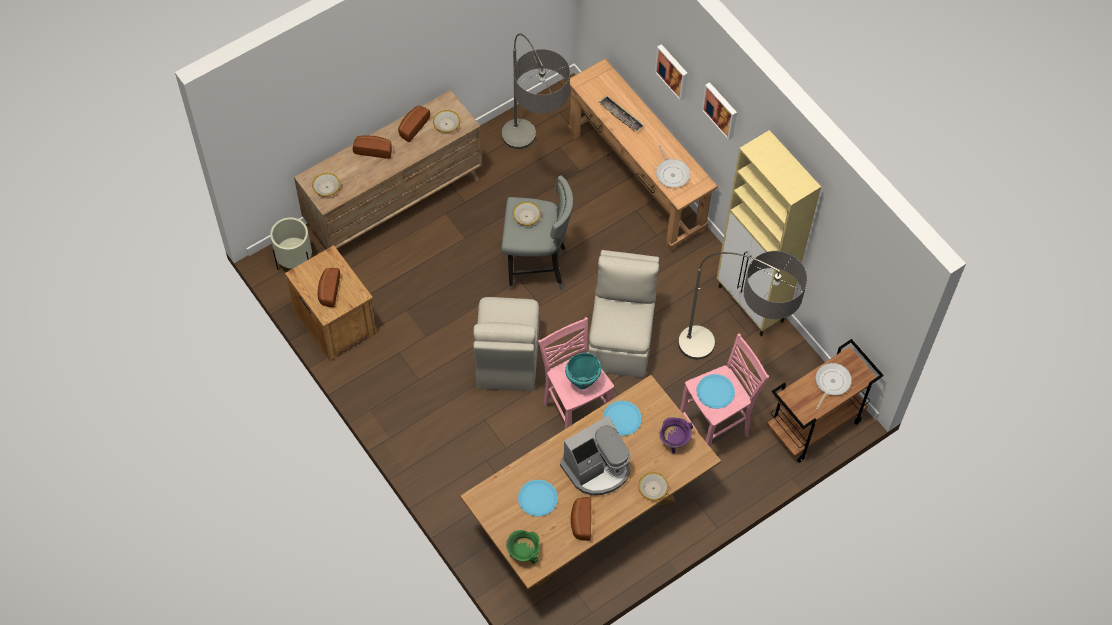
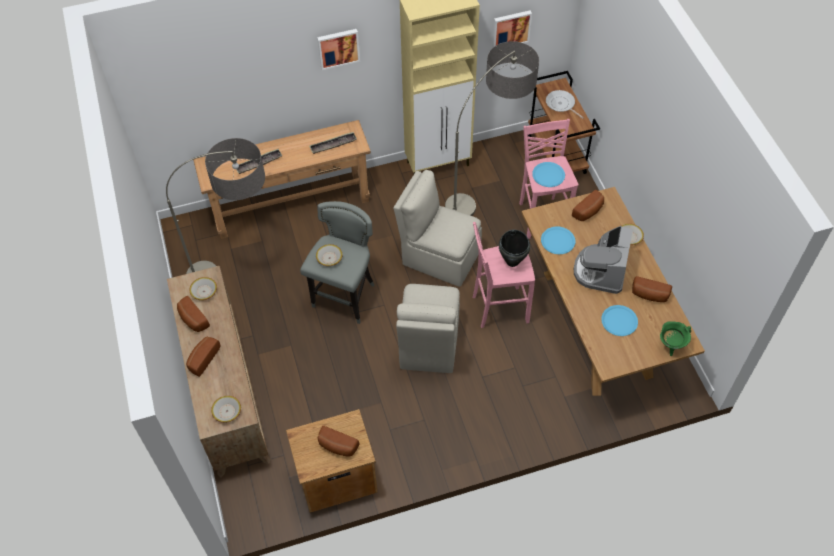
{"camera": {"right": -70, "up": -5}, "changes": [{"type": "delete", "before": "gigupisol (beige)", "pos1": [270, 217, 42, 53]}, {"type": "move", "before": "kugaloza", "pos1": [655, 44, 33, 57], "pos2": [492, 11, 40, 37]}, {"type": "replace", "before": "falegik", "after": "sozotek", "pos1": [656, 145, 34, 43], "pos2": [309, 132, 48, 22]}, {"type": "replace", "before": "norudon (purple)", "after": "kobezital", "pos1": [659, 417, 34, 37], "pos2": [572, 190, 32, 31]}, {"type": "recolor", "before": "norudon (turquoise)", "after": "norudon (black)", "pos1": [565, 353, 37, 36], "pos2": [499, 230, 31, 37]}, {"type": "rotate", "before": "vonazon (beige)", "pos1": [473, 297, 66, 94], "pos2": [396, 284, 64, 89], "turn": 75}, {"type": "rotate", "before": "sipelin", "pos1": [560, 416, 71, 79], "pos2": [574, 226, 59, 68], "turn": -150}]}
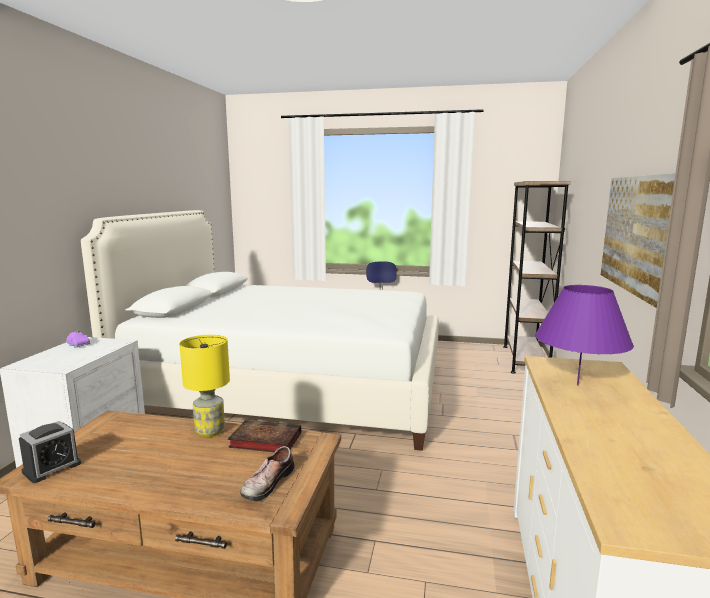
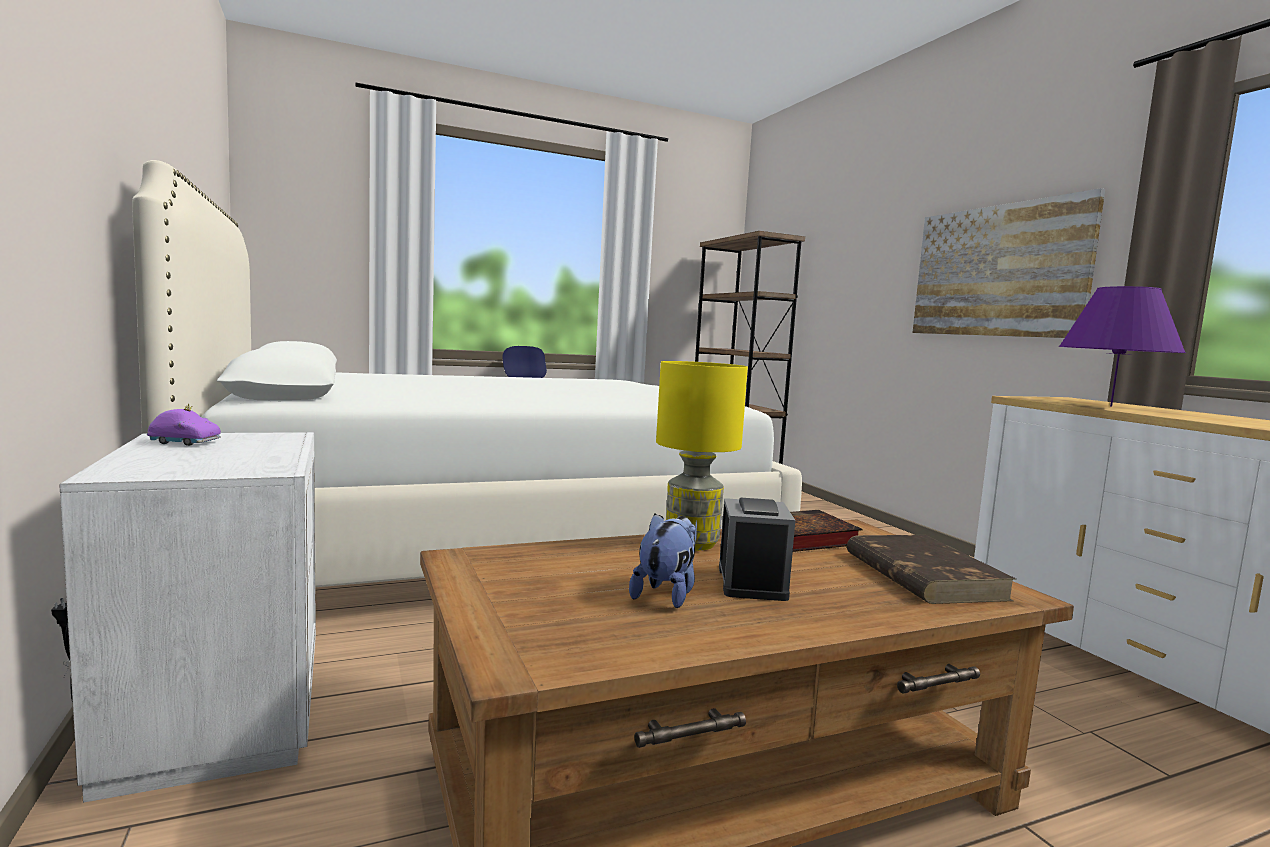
{"camera": {"right": -35, "up": -5}, "changes": [{"type": "insert", "after": "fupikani", "pos2": [629, 513, 68, 95]}, {"type": "move", "before": "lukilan", "pos1": [19, 421, 62, 62], "pos2": [719, 498, 76, 103]}, {"type": "replace", "before": "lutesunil", "after": "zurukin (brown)", "pos1": [240, 446, 55, 55], "pos2": [847, 535, 169, 69]}]}
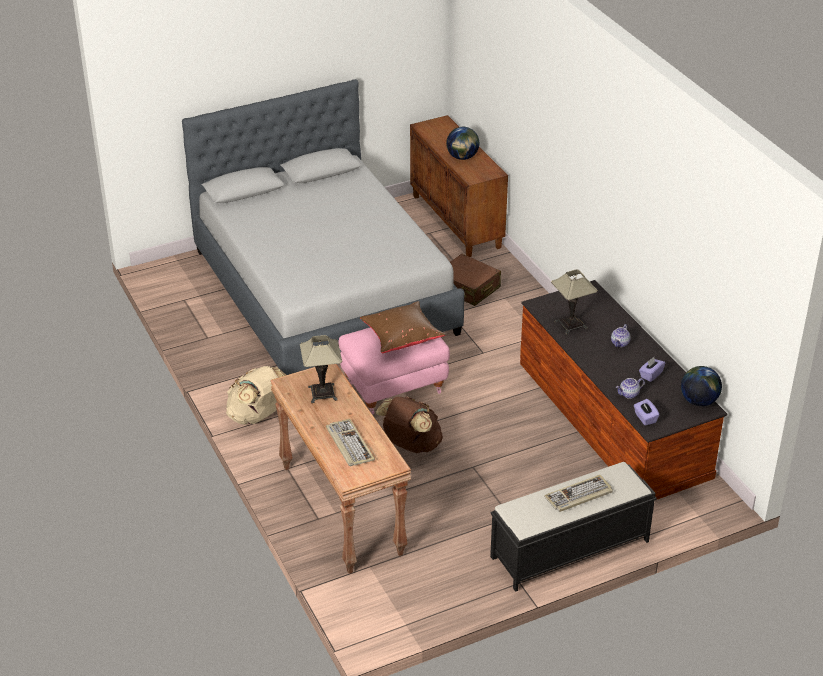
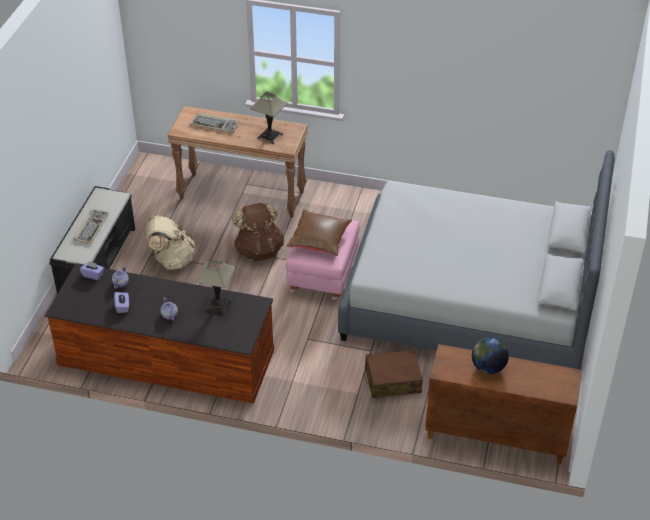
{"camera": {"right": 130, "up": 5}, "changes": [{"type": "delete", "before": "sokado", "pos1": [681, 366, 41, 40]}, {"type": "move", "before": "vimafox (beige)", "pos1": [226, 366, 60, 59], "pos2": [146, 215, 49, 55]}]}
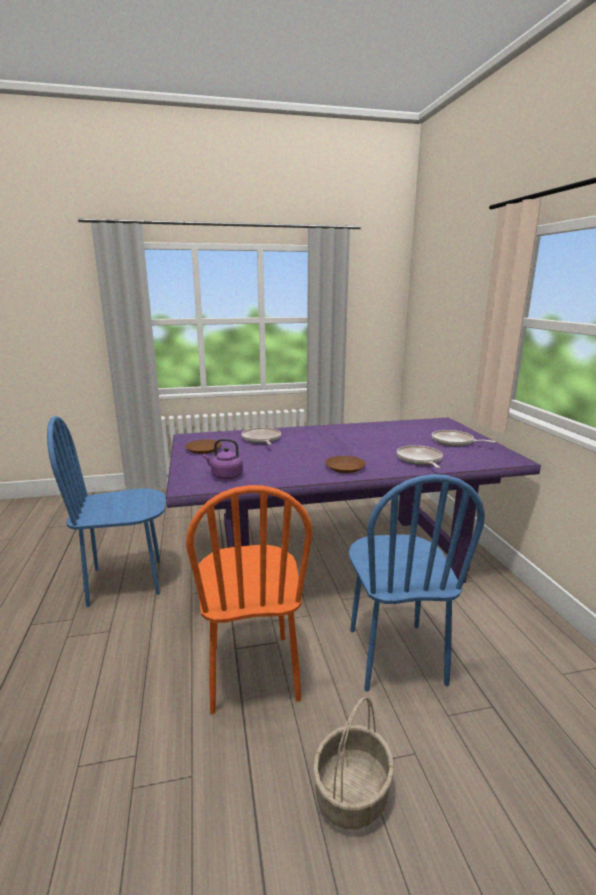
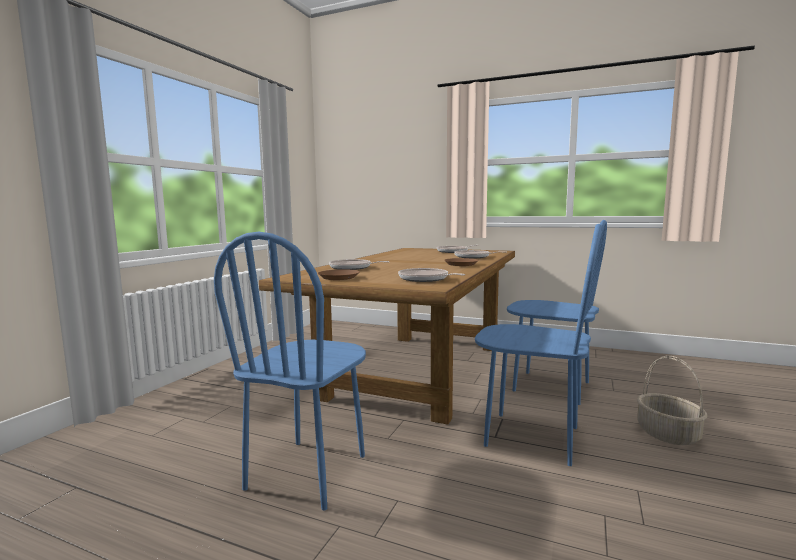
{"camera": {"right": -55, "up": -10}, "changes": [{"type": "replace", "before": "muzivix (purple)", "after": "falegik", "pos1": [203, 439, 40, 41], "pos2": [398, 268, 68, 14]}, {"type": "recolor", "before": "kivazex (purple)", "after": "kivazex (brown)", "pos1": [166, 418, 375, 165], "pos2": [259, 248, 256, 177]}, {"type": "recolor", "before": "vonazon (orange)", "after": "vonazon (blue)", "pos1": [186, 485, 127, 229], "pos2": [475, 224, 127, 242]}]}
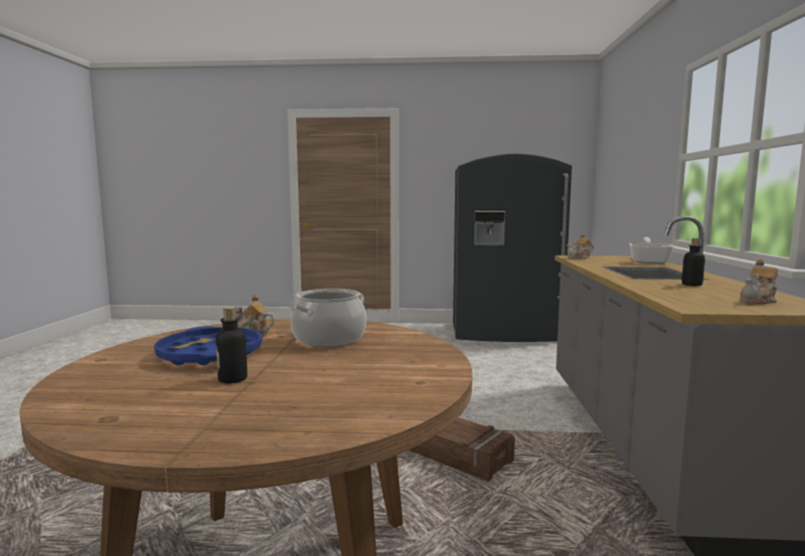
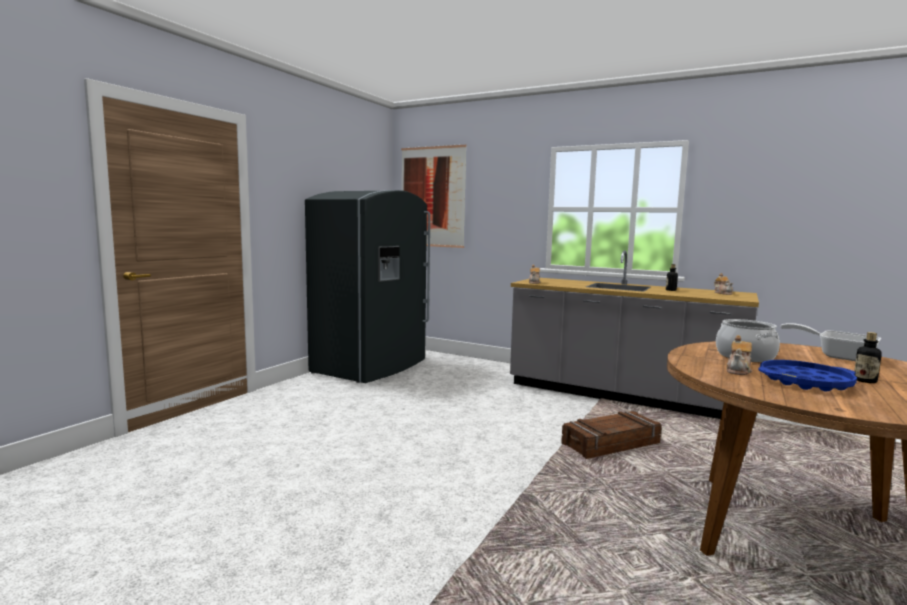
{"camera": {"right": -65, "up": 0}, "changes": [{"type": "insert", "after": "kugaloza", "pos2": [401, 145, 66, 103]}, {"type": "move", "before": "falegik", "pos1": [629, 237, 45, 27], "pos2": [780, 323, 101, 38]}]}
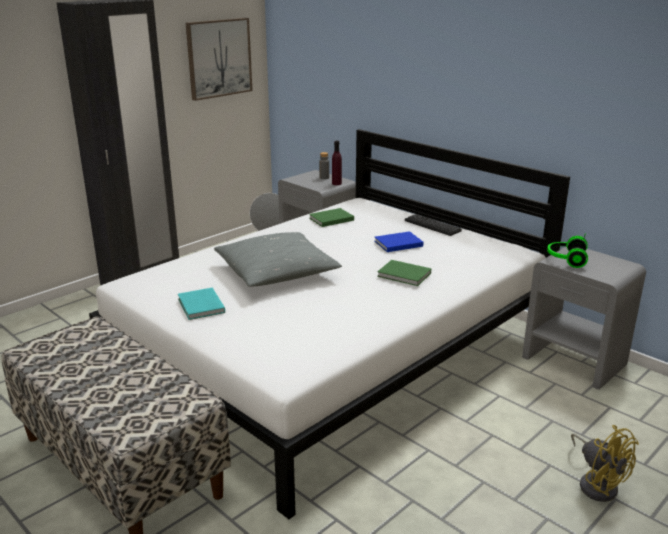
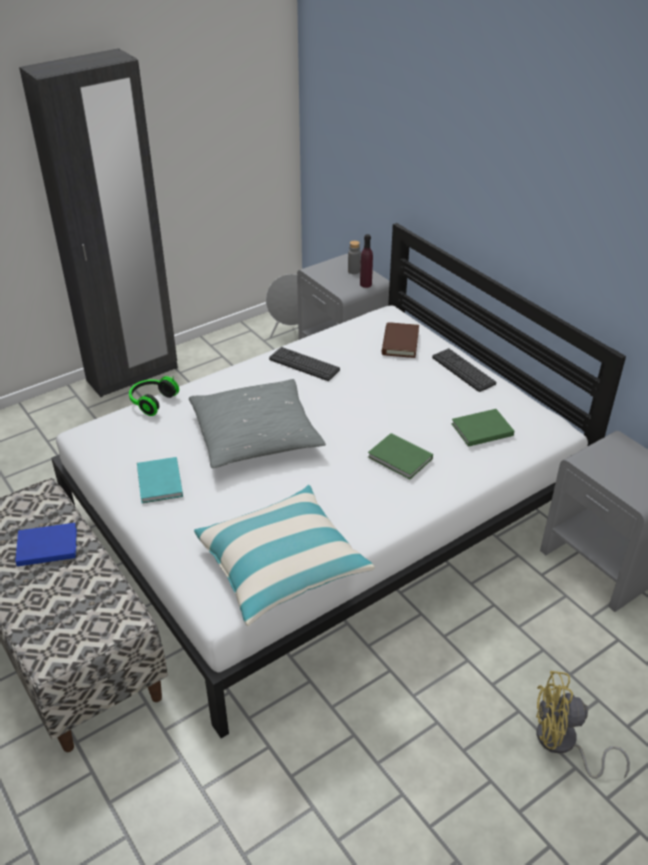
{"camera": {"right": 10, "up": 15}, "changes": [{"type": "delete", "before": "kugaloza", "pos1": [186, 18, 66, 83]}, {"type": "insert", "after": "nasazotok", "pos2": [194, 485, 181, 141]}, {"type": "insert", "after": "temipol", "pos2": [269, 347, 71, 34]}, {"type": "insert", "after": "zurukin (brown)", "pos2": [382, 322, 37, 36]}, {"type": "move", "before": "zurukin (green)", "pos1": [309, 208, 45, 19], "pos2": [451, 409, 63, 38]}, {"type": "move", "before": "zurukin (blue)", "pos1": [374, 231, 49, 21], "pos2": [15, 523, 62, 44]}, {"type": "move", "before": "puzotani", "pos1": [547, 234, 41, 34], "pos2": [129, 376, 50, 40]}, {"type": "rotate", "before": "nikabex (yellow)", "pos1": [571, 425, 68, 77], "pos2": [536, 671, 94, 108], "turn": 120}]}
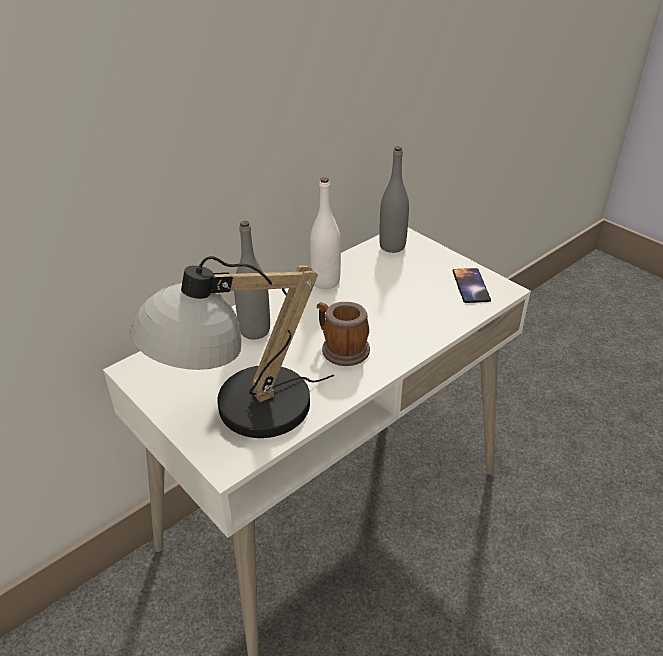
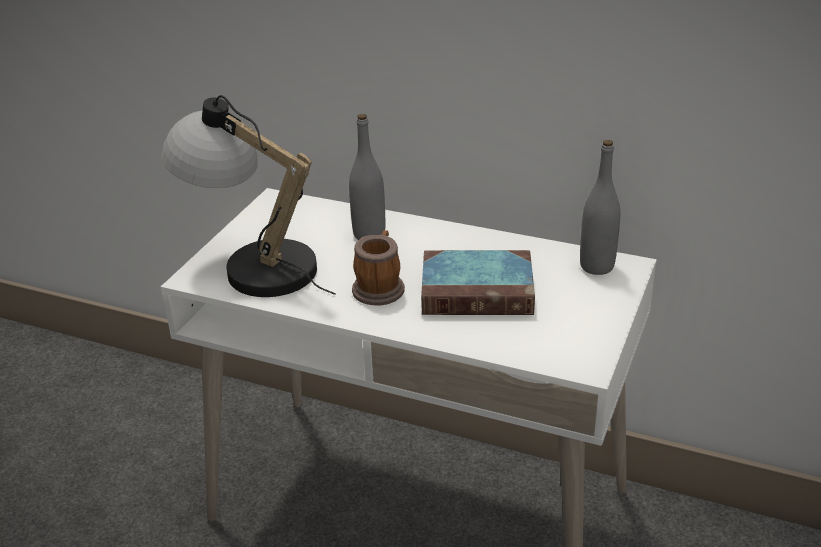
{"camera": {"right": 65, "up": -5}, "changes": [{"type": "delete", "before": "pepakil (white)", "pos1": [310, 177, 31, 112]}, {"type": "delete", "before": "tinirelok", "pos1": [453, 268, 38, 35]}, {"type": "insert", "after": "zurukin", "pos2": [421, 250, 114, 65]}]}
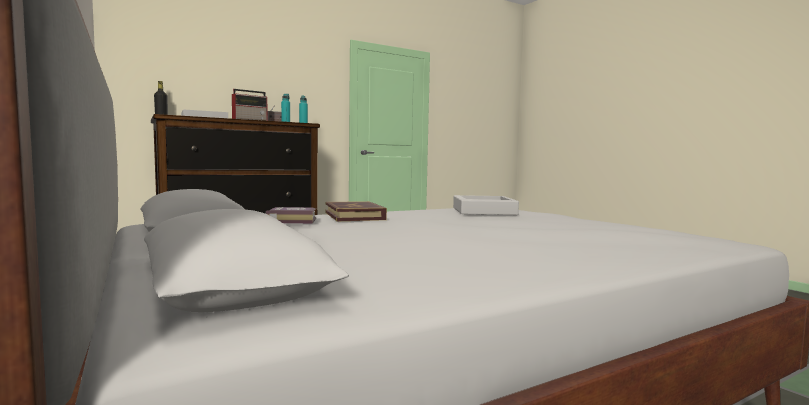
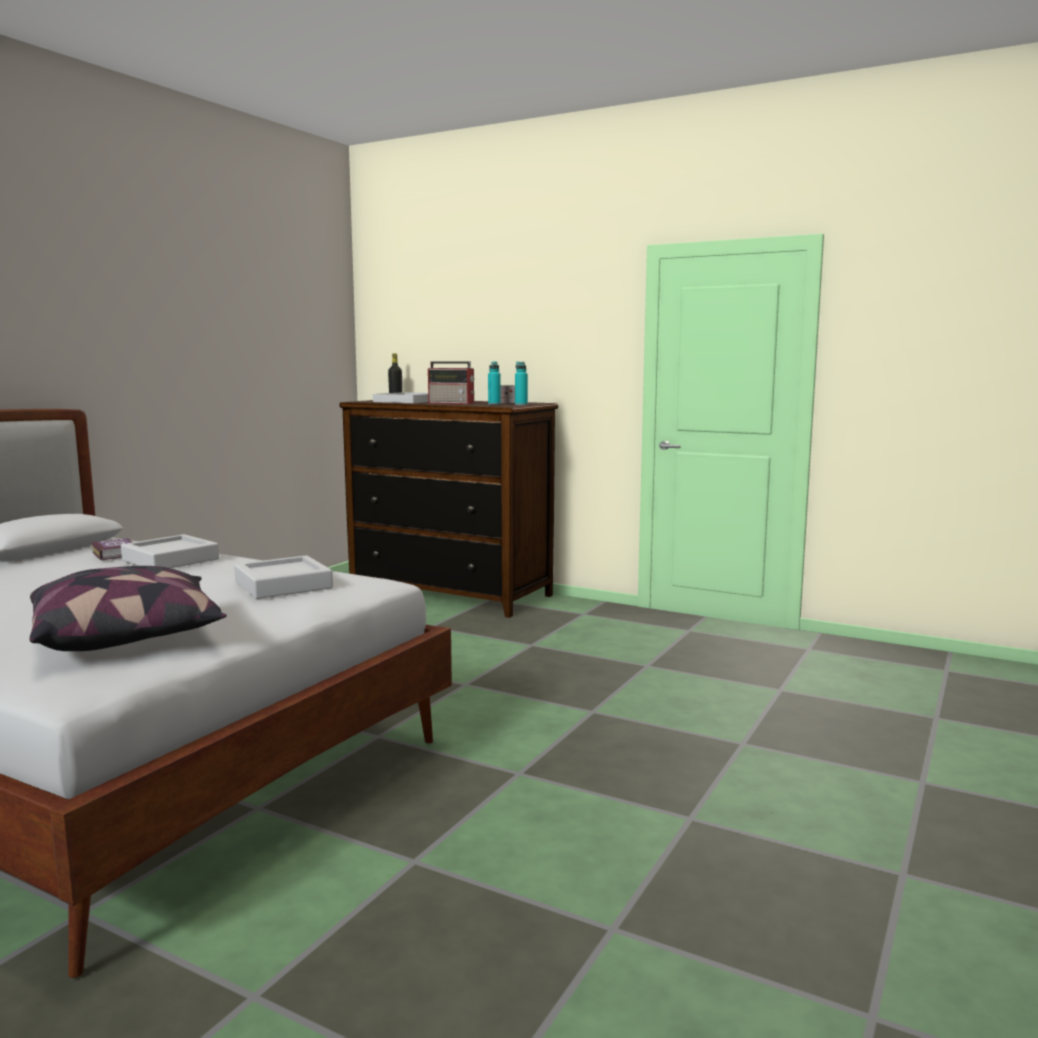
{"camera": {"right": 60, "up": 5}, "changes": [{"type": "insert", "after": "nasazotok", "pos2": [30, 566, 197, 85]}, {"type": "replace", "before": "zurukin", "after": "sozotek (grey)", "pos1": [325, 201, 62, 20], "pos2": [121, 534, 98, 34]}]}
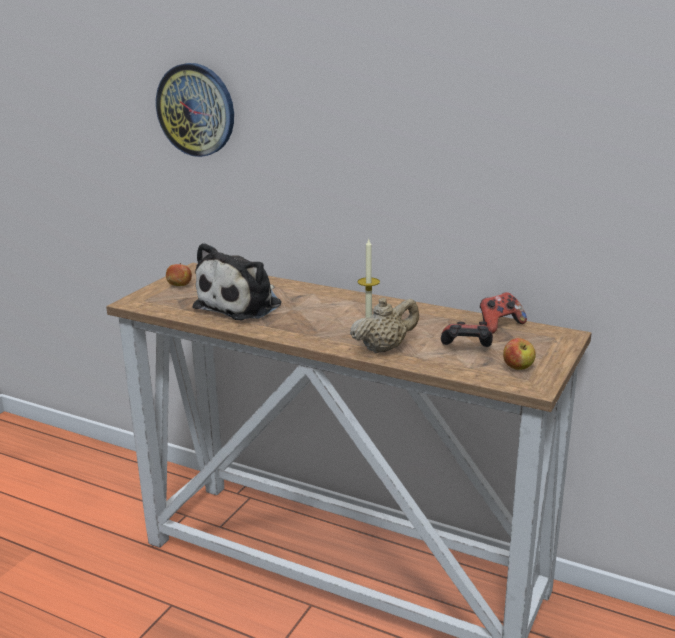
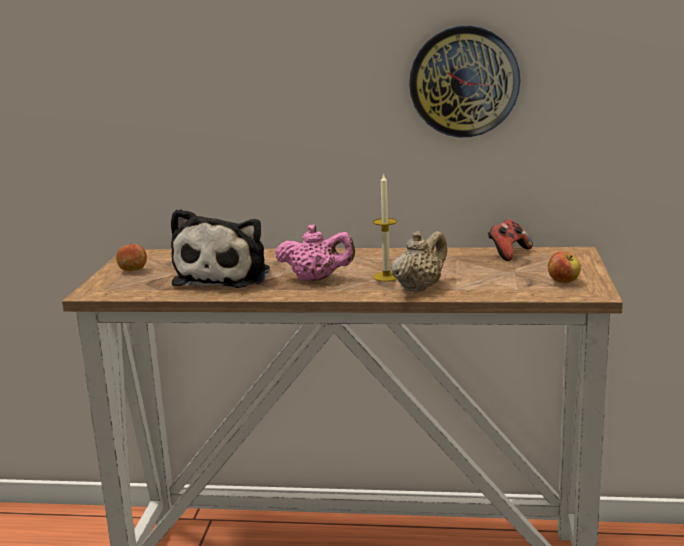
{"camera": {"right": -20, "up": -5}, "changes": [{"type": "delete", "before": "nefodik", "pos1": [441, 321, 52, 26]}, {"type": "insert", "after": "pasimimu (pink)", "pos2": [275, 225, 80, 56]}, {"type": "move", "before": "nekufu", "pos1": [156, 63, 78, 94], "pos2": [409, 26, 111, 111]}]}
